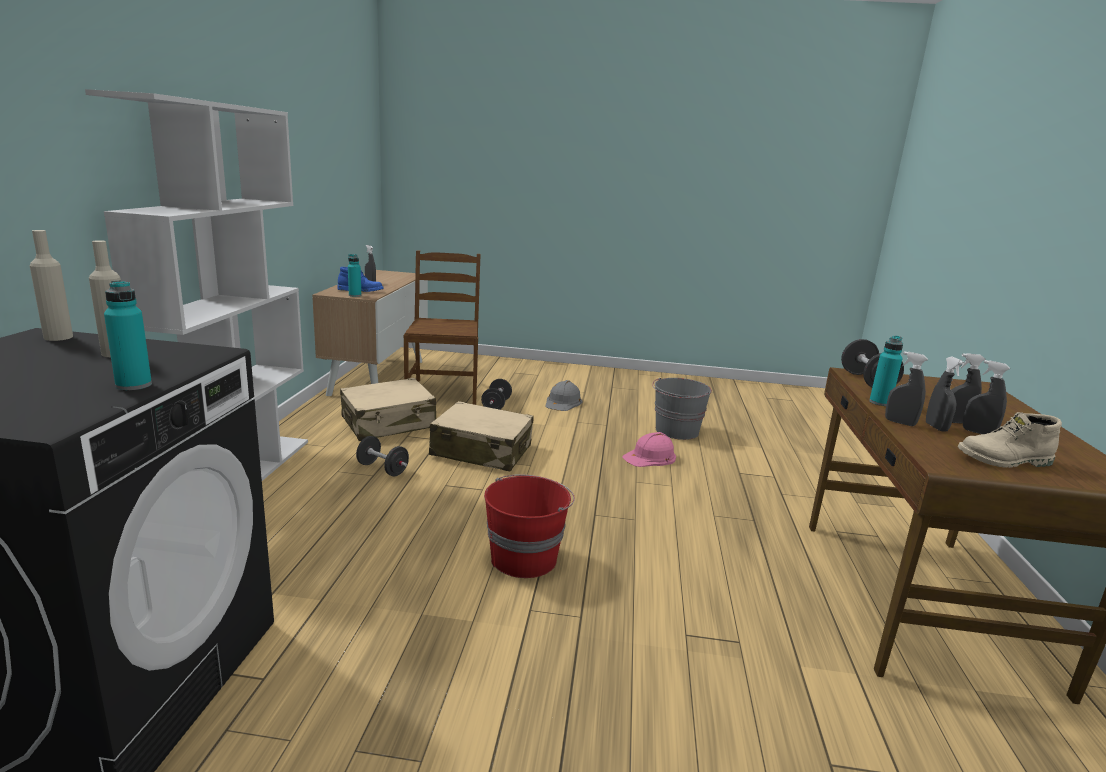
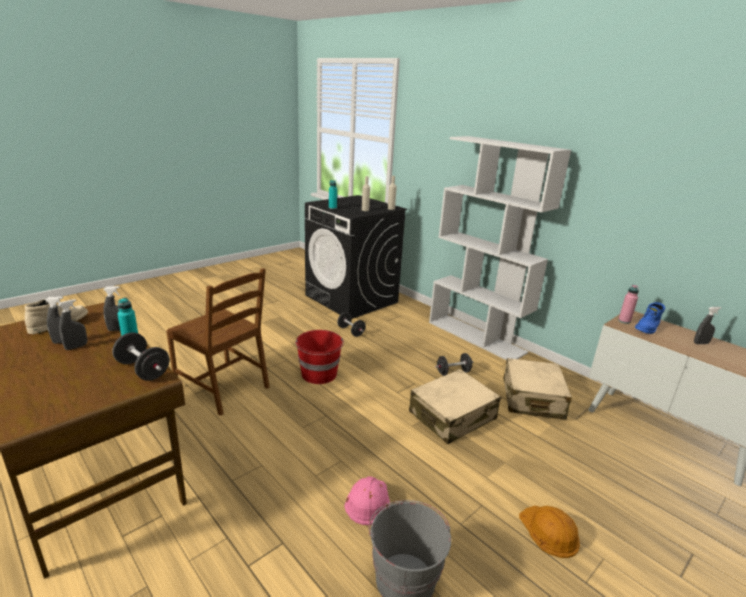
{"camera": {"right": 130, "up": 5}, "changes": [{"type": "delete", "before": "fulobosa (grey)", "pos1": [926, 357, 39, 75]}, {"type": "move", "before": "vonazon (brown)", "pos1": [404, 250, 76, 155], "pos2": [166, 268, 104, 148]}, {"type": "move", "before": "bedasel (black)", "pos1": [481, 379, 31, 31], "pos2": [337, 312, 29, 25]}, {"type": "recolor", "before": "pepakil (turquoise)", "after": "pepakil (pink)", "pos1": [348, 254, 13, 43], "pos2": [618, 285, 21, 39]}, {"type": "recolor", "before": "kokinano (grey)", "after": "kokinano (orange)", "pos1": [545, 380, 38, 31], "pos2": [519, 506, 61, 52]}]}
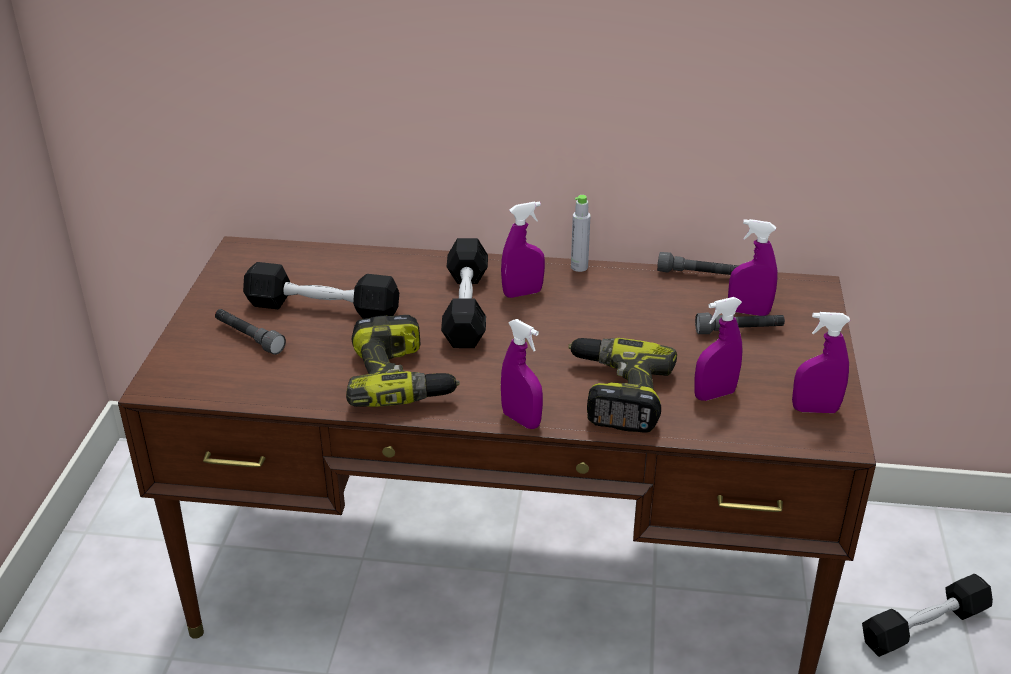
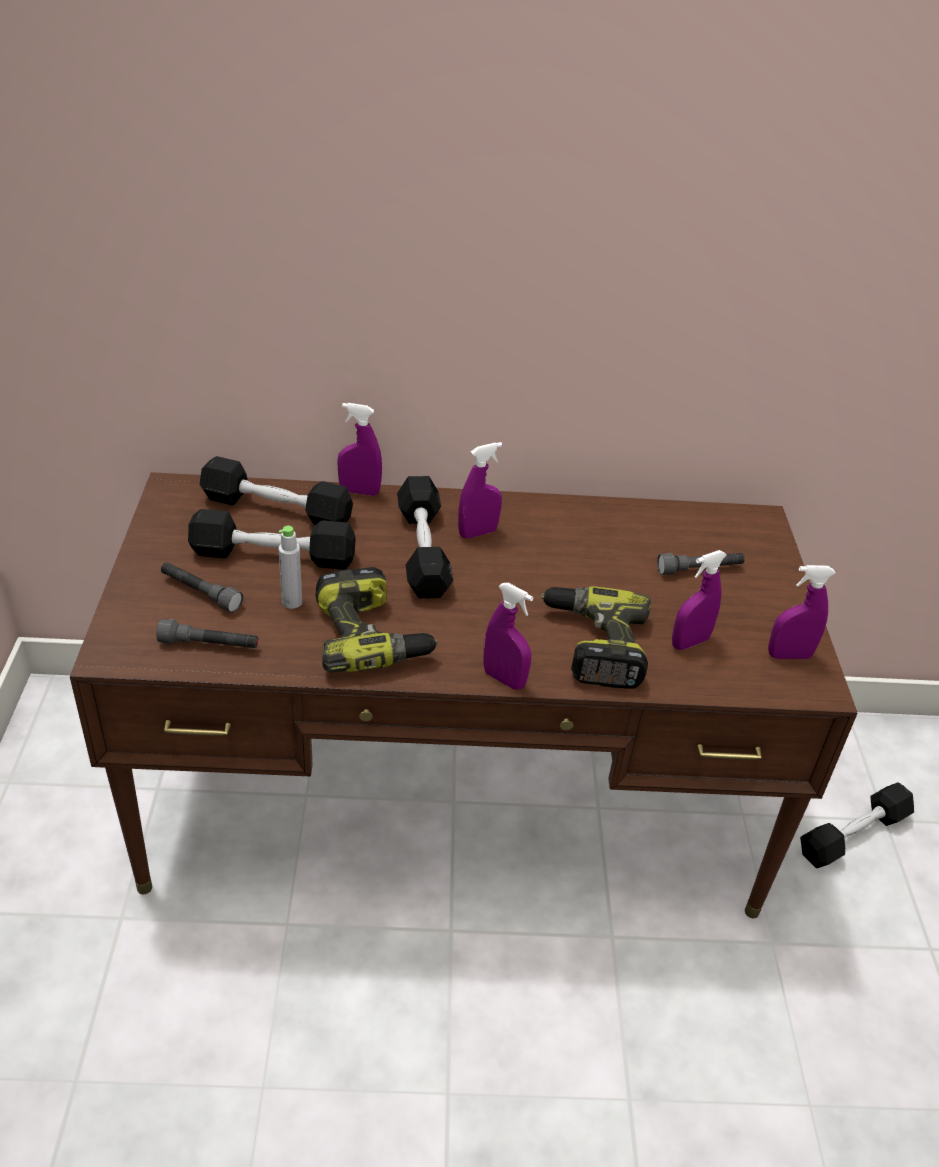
{"camera": {"right": -10, "up": 5}, "changes": [{"type": "insert", "after": "bedasel (black)", "pos2": [200, 456, 153, 69]}, {"type": "move", "before": "pepakil (grey)", "pos1": [571, 195, 20, 77], "pos2": [279, 526, 23, 83]}, {"type": "move", "before": "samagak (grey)", "pos1": [657, 252, 81, 23], "pos2": [156, 619, 102, 29]}, {"type": "move", "before": "fulobosa (purple)", "pos1": [728, 219, 50, 97], "pos2": [337, 403, 45, 93]}]}
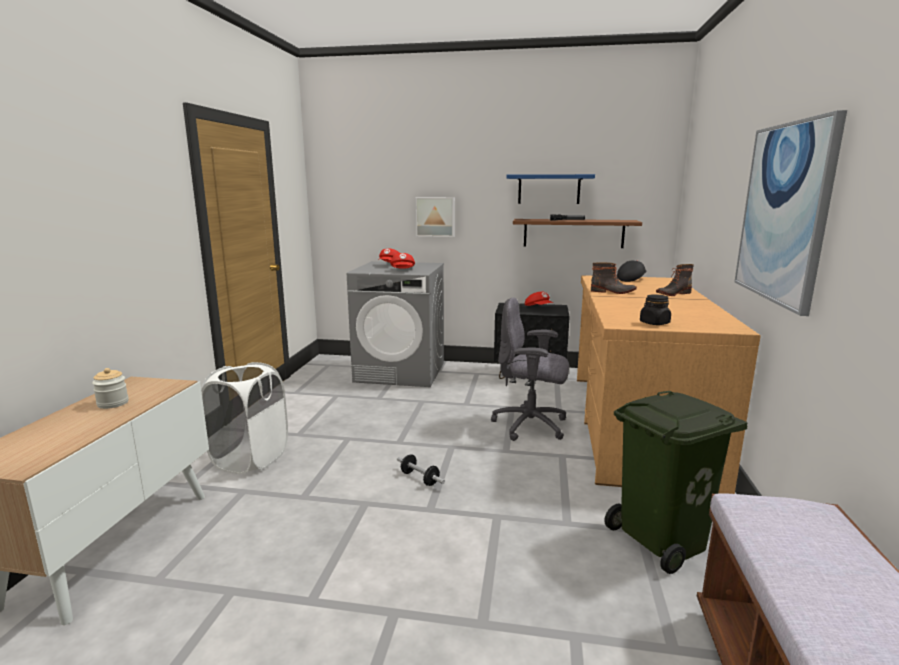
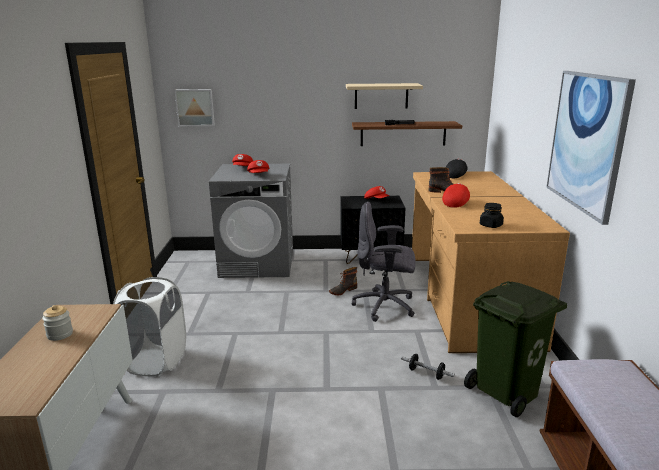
{"camera": {"right": -10, "up": 5}, "changes": [{"type": "insert", "after": "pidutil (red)", "pos2": [442, 183, 28, 25]}, {"type": "move", "before": "bedasel", "pos1": [397, 454, 48, 32], "pos2": [401, 354, 54, 26]}, {"type": "move", "before": "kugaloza", "pos1": [415, 197, 40, 40], "pos2": [174, 89, 41, 37]}, {"type": "move", "before": "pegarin", "pos1": [656, 264, 38, 32], "pos2": [329, 267, 28, 28]}, {"type": "recolor", "before": "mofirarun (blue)", "after": "mofirarun (beige)", "pos1": [506, 174, 89, 30], "pos2": [346, 83, 77, 26]}]}
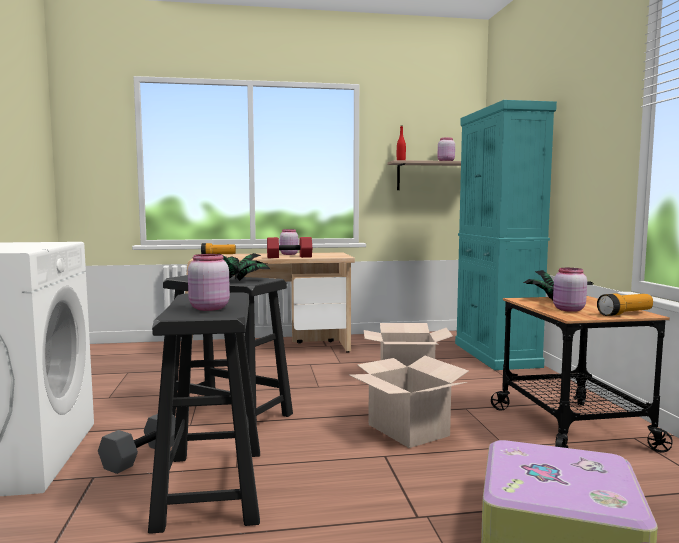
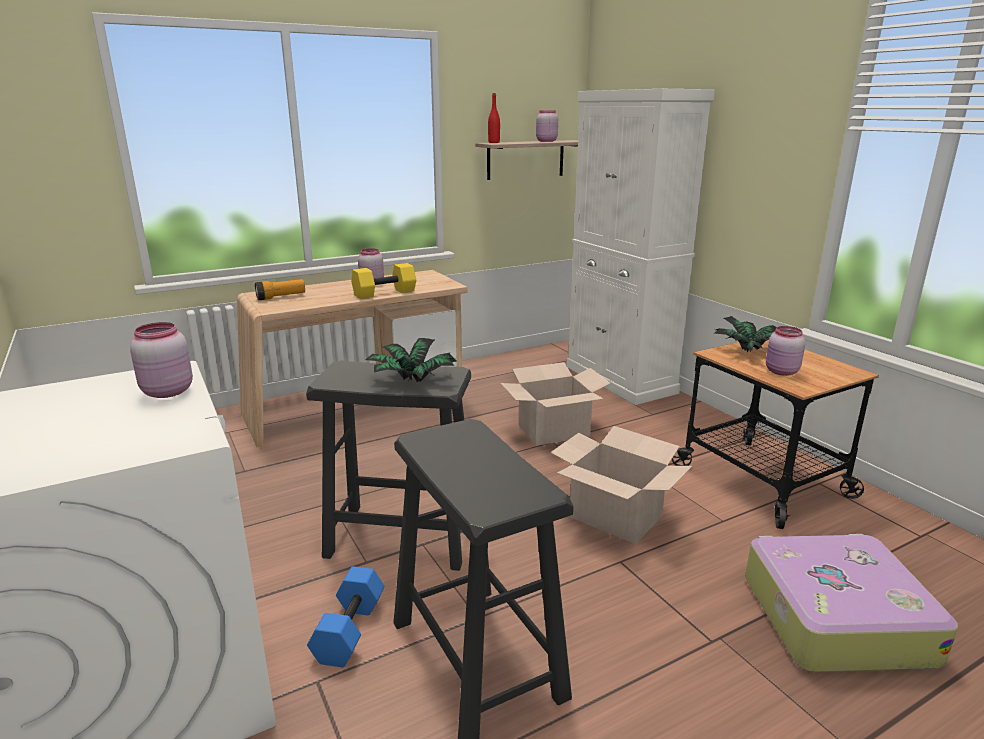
{"camera": {"right": -20, "up": 15}, "changes": [{"type": "delete", "before": "samagak", "pos1": [597, 293, 56, 23]}, {"type": "move", "before": "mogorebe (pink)", "pos1": [188, 254, 42, 57], "pos2": [130, 322, 63, 76]}, {"type": "recolor", "before": "bedasel (grey)", "after": "bedasel (blue)", "pos1": [98, 414, 78, 60], "pos2": [307, 566, 77, 101]}, {"type": "recolor", "before": "bedasel (red)", "after": "bedasel (yellow)", "pos1": [267, 237, 45, 21], "pos2": [351, 263, 65, 36]}, {"type": "recolor", "before": "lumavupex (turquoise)", "after": "lumavupex (white)", "pos1": [455, 100, 102, 270], "pos2": [566, 89, 149, 316]}]}
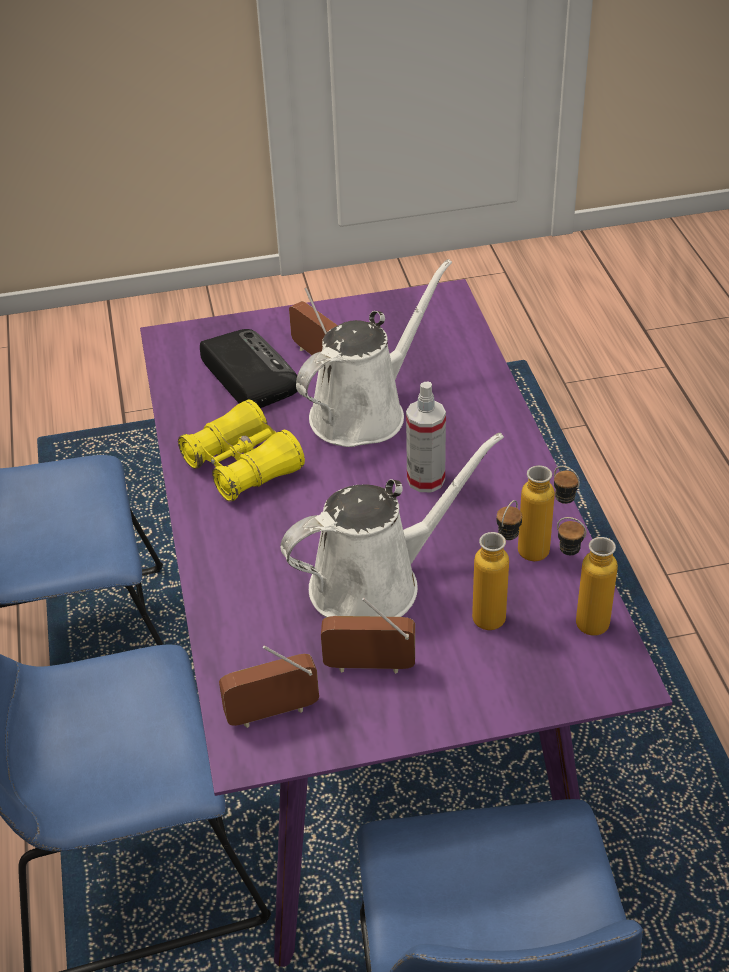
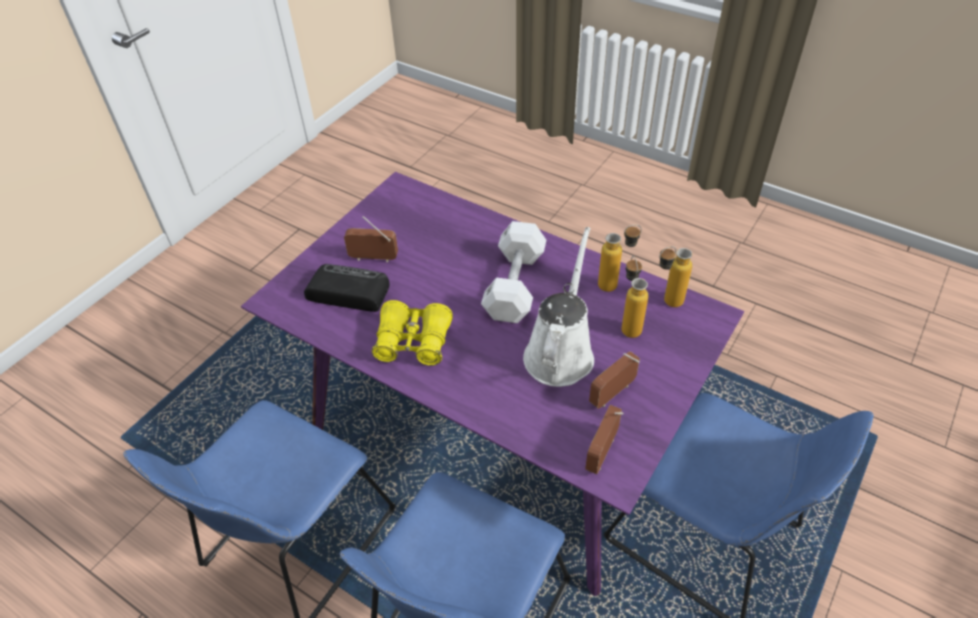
{"camera": {"right": -45, "up": 5}, "changes": [{"type": "delete", "before": "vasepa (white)", "pos1": [296, 259, 156, 188]}, {"type": "replace", "before": "fulobosa", "after": "bedasel (white)", "pos1": [406, 382, 40, 110], "pos2": [481, 221, 65, 102]}]}
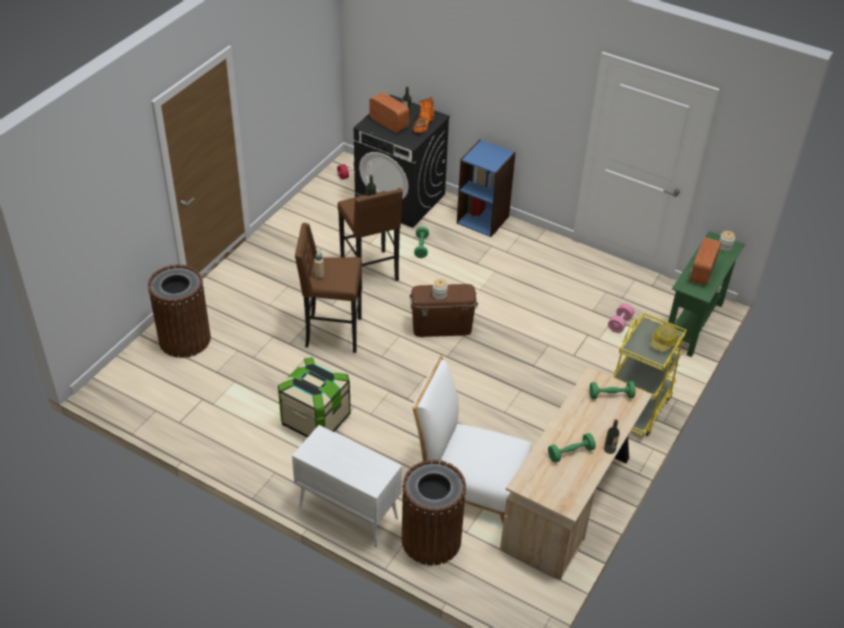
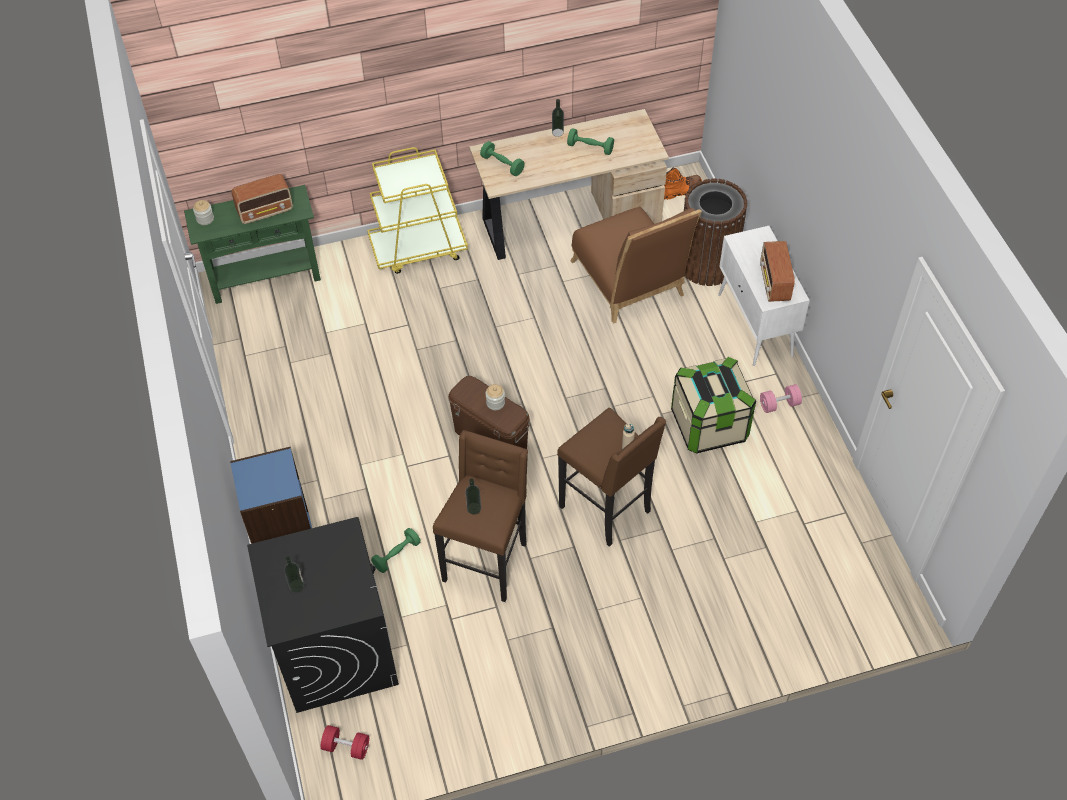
{"camera": {"right": -135, "up": 10}, "changes": [{"type": "delete", "before": "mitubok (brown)", "pos1": [148, 265, 63, 93]}, {"type": "delete", "before": "kokinano", "pos1": [650, 324, 29, 28]}, {"type": "move", "before": "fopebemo", "pos1": [369, 92, 40, 41], "pos2": [760, 241, 35, 61]}, {"type": "move", "before": "pegarin (orange)", "pos1": [413, 97, 21, 36], "pos2": [664, 168, 38, 32]}, {"type": "move", "before": "bedasel (pink)", "pos1": [608, 303, 26, 30], "pos2": [760, 384, 42, 29]}, {"type": "recolor", "before": "vonazon (white)", "after": "vonazon (brown)", "pos1": [412, 356, 120, 167], "pos2": [571, 207, 131, 117]}]}
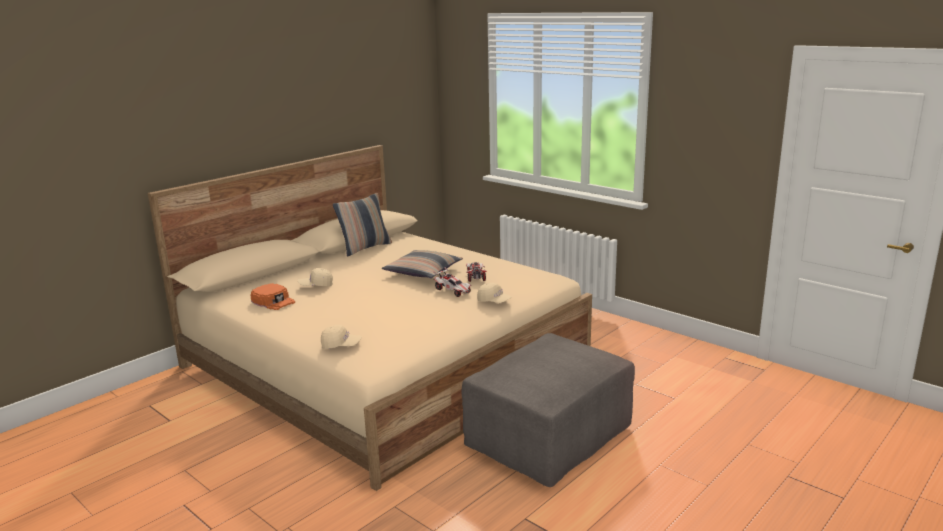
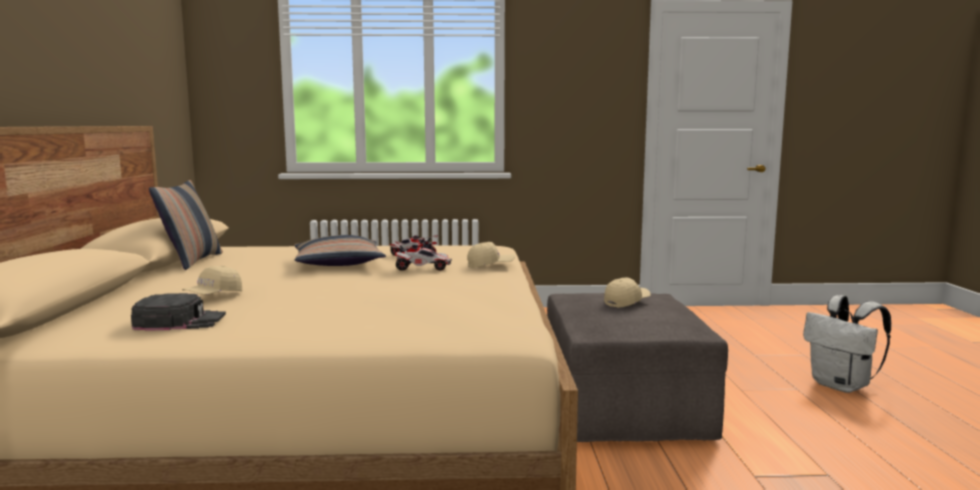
{"camera": {"right": -45, "up": -10}, "changes": [{"type": "insert", "after": "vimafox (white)", "pos2": [803, 295, 88, 98]}, {"type": "move", "before": "pidutil (beige)", "pos1": [321, 325, 41, 24], "pos2": [604, 278, 47, 30]}, {"type": "recolor", "before": "pidutil (orange)", "after": "pidutil (black)", "pos1": [250, 283, 45, 27], "pos2": [131, 293, 95, 38]}]}
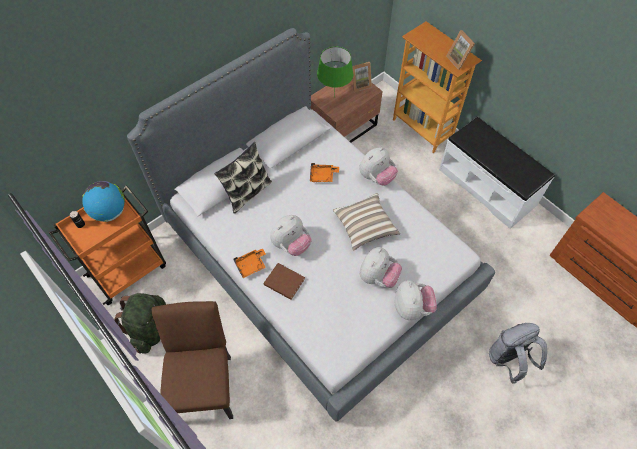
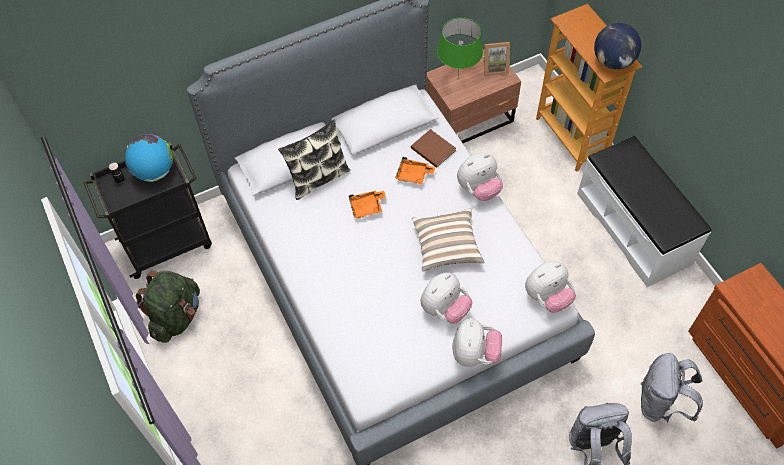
{"camera": {"right": 15, "up": 0}, "changes": [{"type": "delete", "before": "vonazon (brown)", "pos1": [152, 301, 81, 118]}, {"type": "insert", "after": "vimafox (grey)", "pos2": [641, 353, 62, 69]}, {"type": "move", "before": "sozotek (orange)", "pos1": [234, 248, 32, 30], "pos2": [349, 190, 37, 28]}, {"type": "move", "before": "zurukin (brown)", "pos1": [263, 263, 42, 37], "pos2": [411, 129, 45, 39]}, {"type": "move", "before": "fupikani", "pos1": [270, 215, 42, 41], "pos2": [525, 261, 51, 52]}, {"type": "replace", "before": "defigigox", "after": "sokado", "pos1": [446, 30, 29, 40], "pos2": [594, 23, 47, 47]}, {"type": "recolor", "before": "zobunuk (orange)", "after": "zobunuk (black)", "pos1": [49, 186, 117, 119], "pos2": [83, 142, 129, 137]}]}
